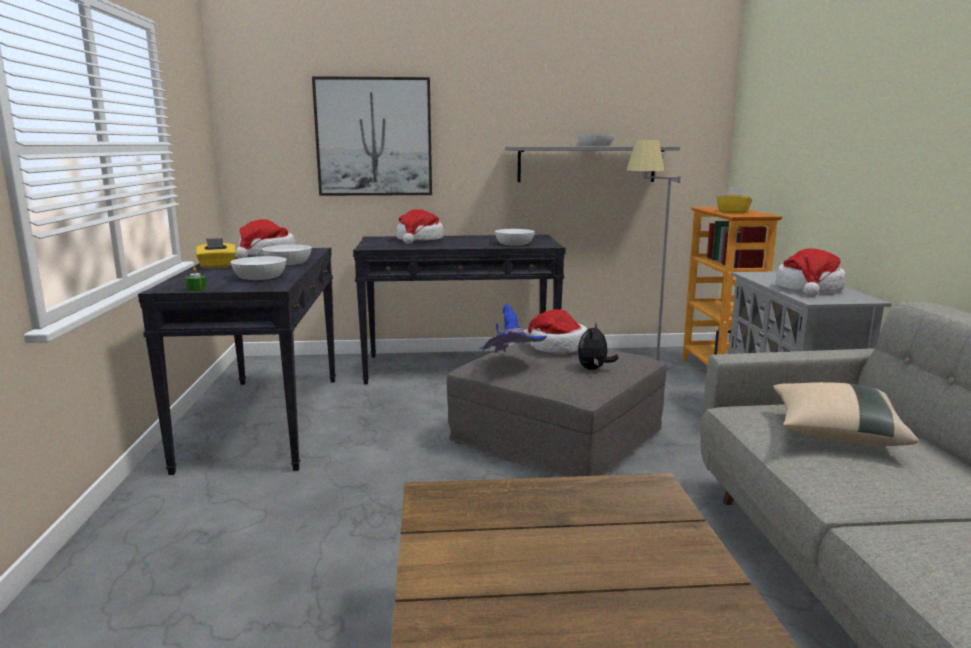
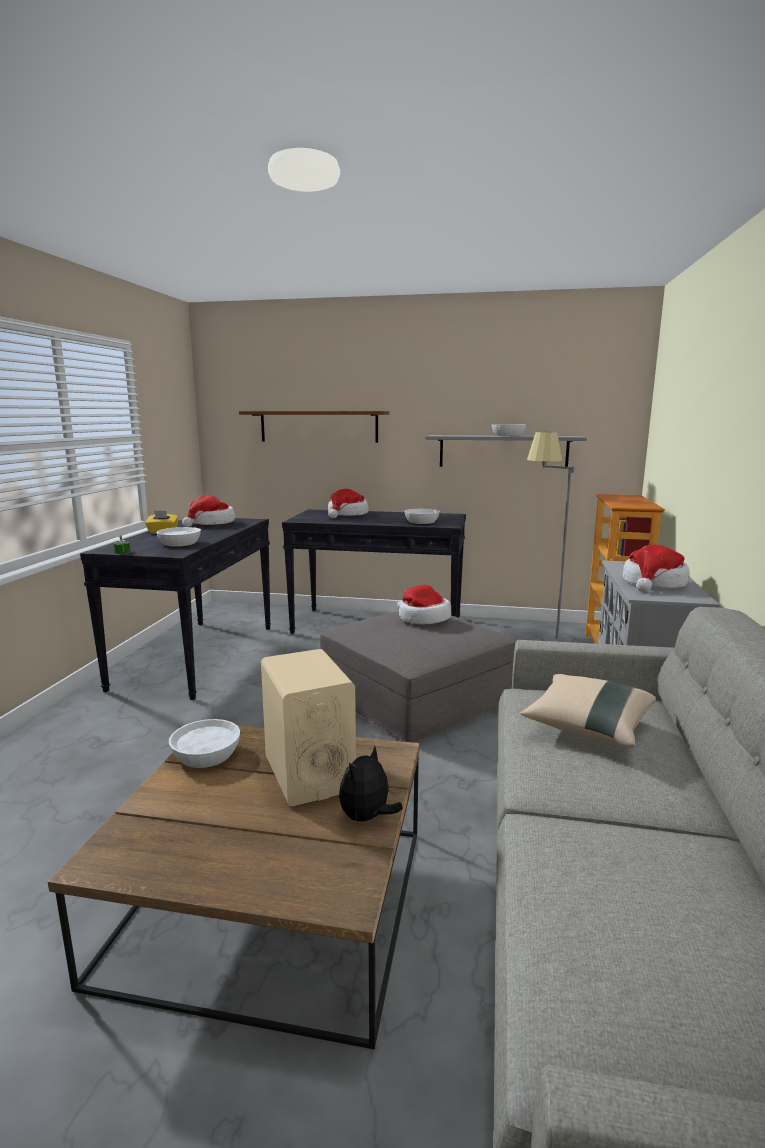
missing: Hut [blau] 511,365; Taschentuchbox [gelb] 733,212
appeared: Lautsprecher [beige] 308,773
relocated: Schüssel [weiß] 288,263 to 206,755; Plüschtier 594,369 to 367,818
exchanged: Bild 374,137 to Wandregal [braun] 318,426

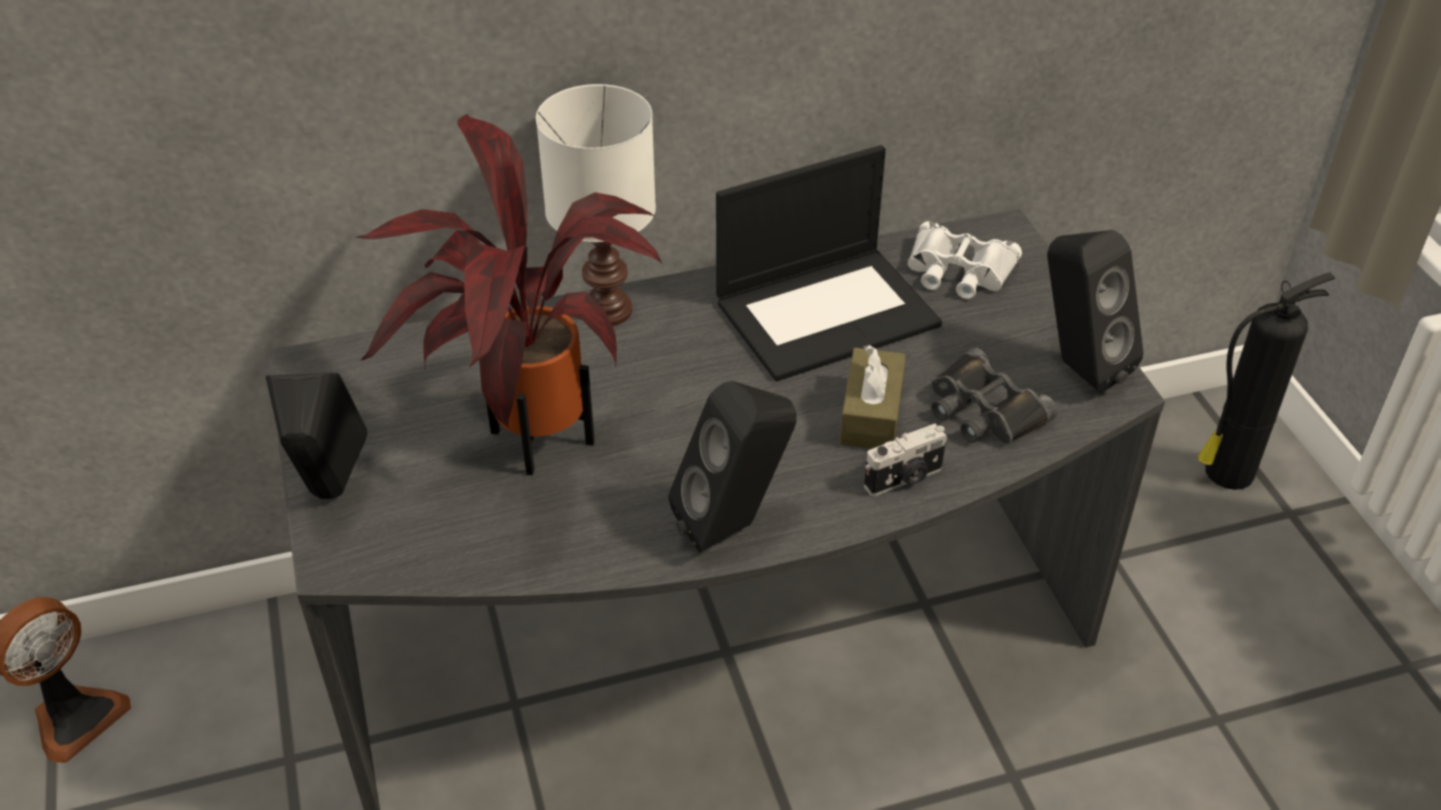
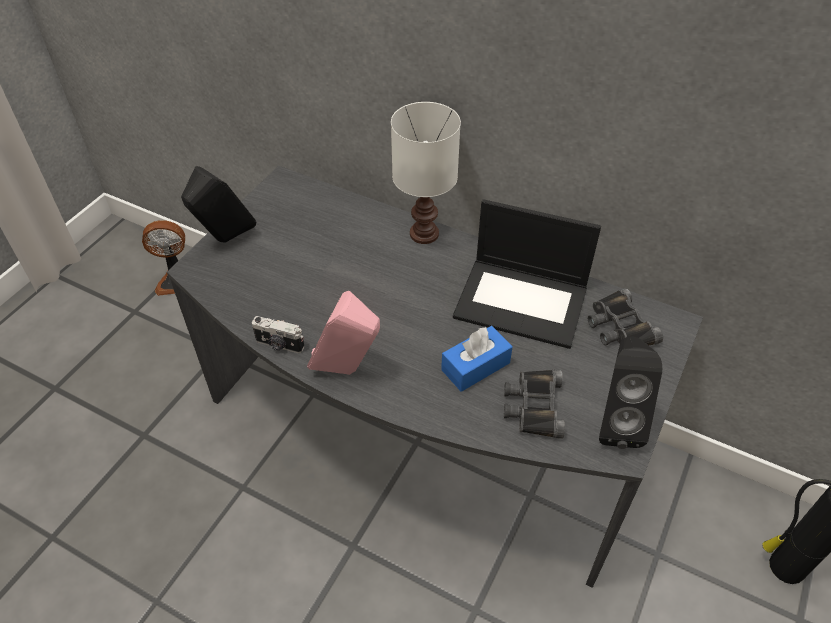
missing: Topfpflanze 530,438
relocated: Kamera 905,479 to 279,345
colour: Lautsprecher [schwarz] 734,525 to Lautsprecher [rosa] 347,370; Taschentuchbox [braun] 871,414 to Taschentuchbox [blau] 475,366; Fernglas [weiß] 958,271 to Fernglas [schwarz] 619,327

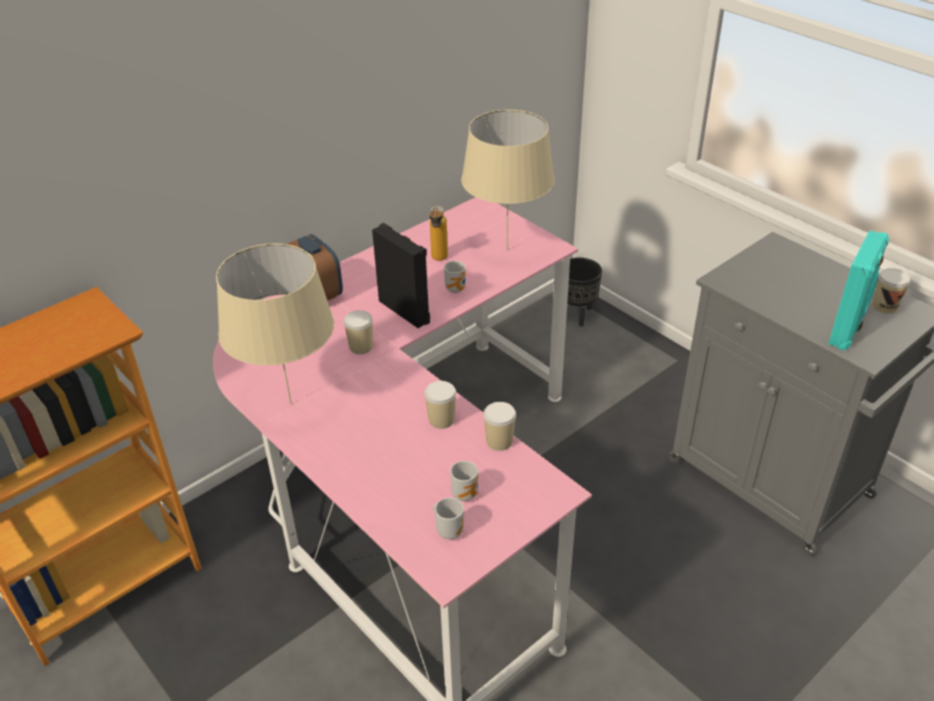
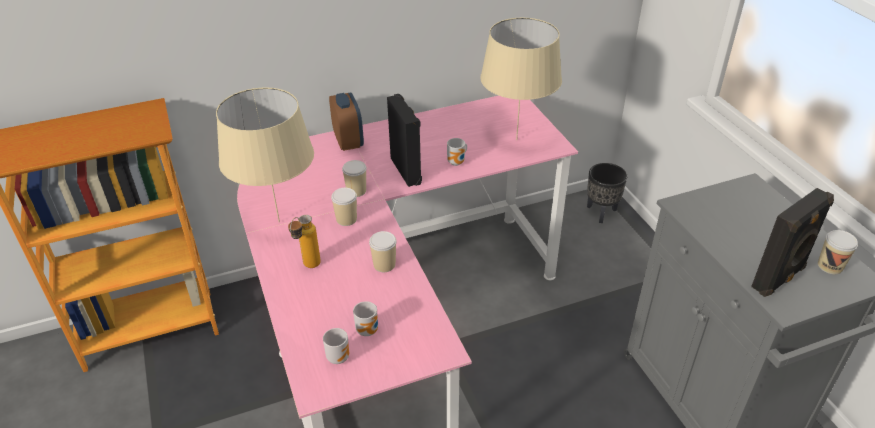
relocated: Flasche 438,260 to 308,267; Tasse 499,441 to 346,219
colour: Lautsprecher [türkis] 848,329 to Lautsprecher [schwarz] 779,278

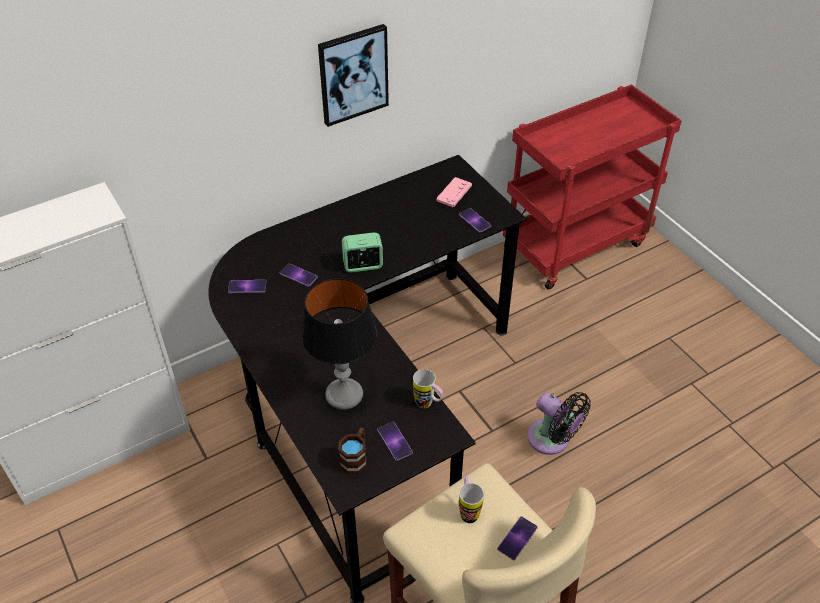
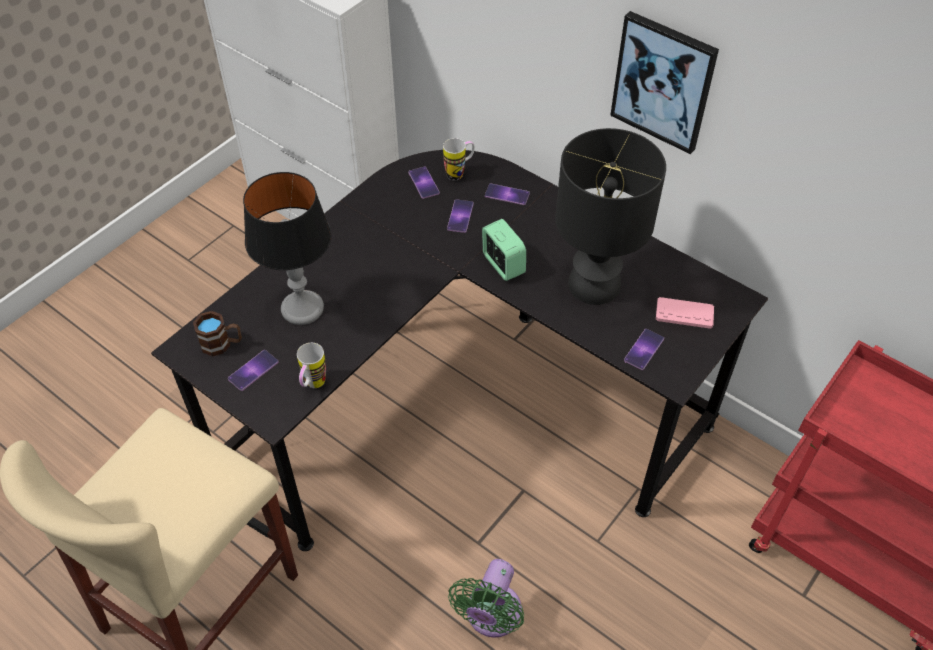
appeared: Tischlampe [schwarz] 594,283
relocated: Henkelbecher 468,510 to 459,173; Handy 517,538 to 507,194
colour: Ventilator [schwarz] 552,440 to Ventilator [grün] 491,616

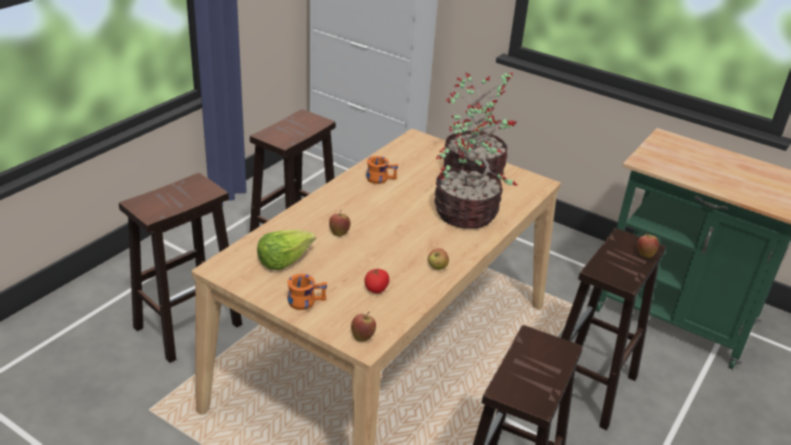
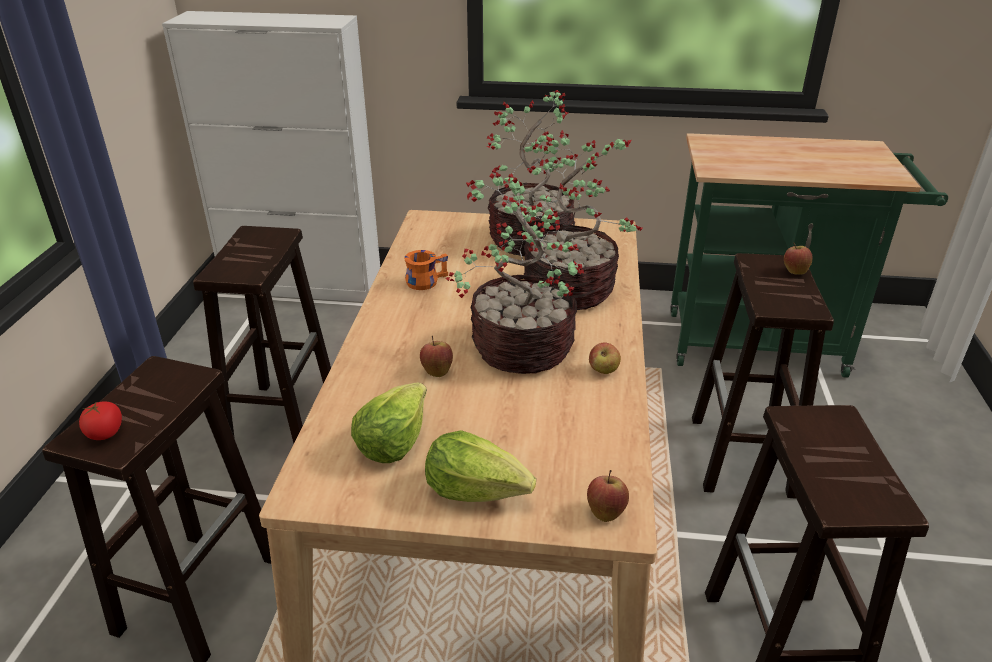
appeared: Topfpflanze 518,347
relocated: Tomate 376,289 to 105,433
exchanged: Henkelbecher [orange] 305,300 to Salatkopf 476,489

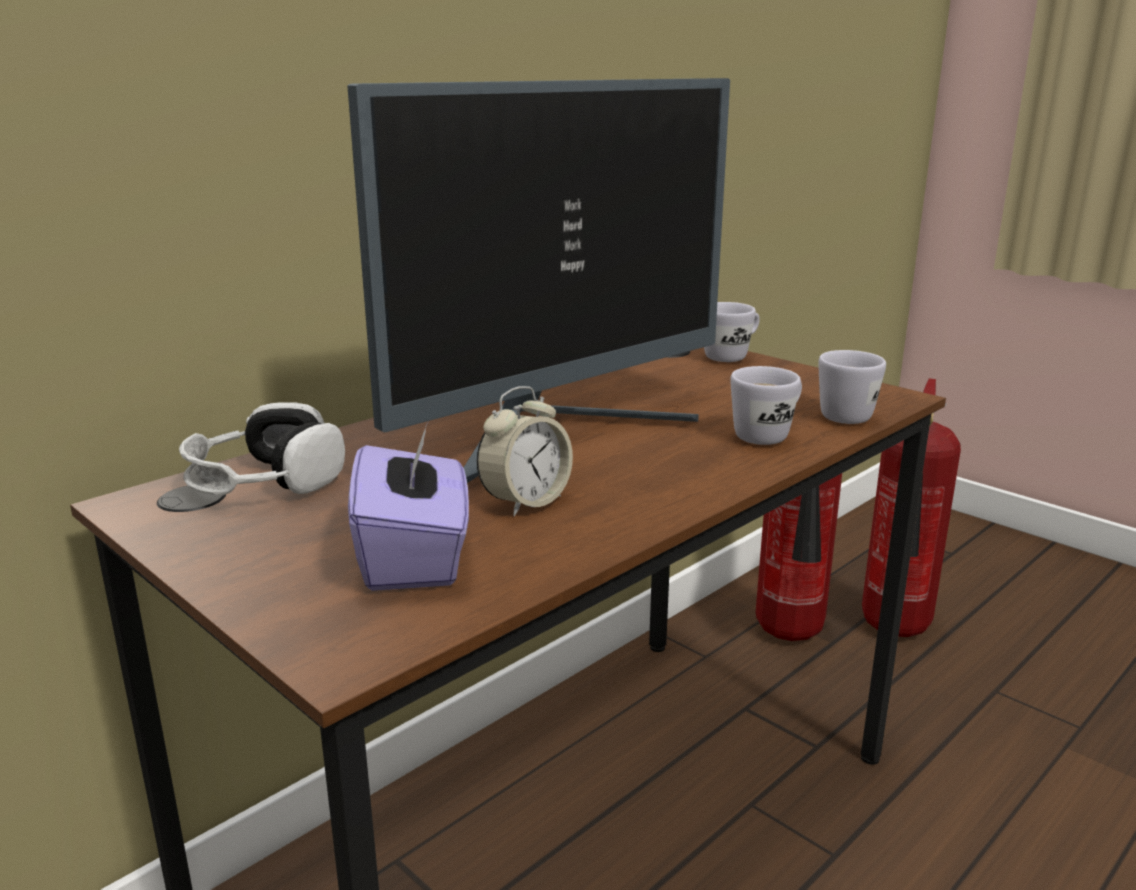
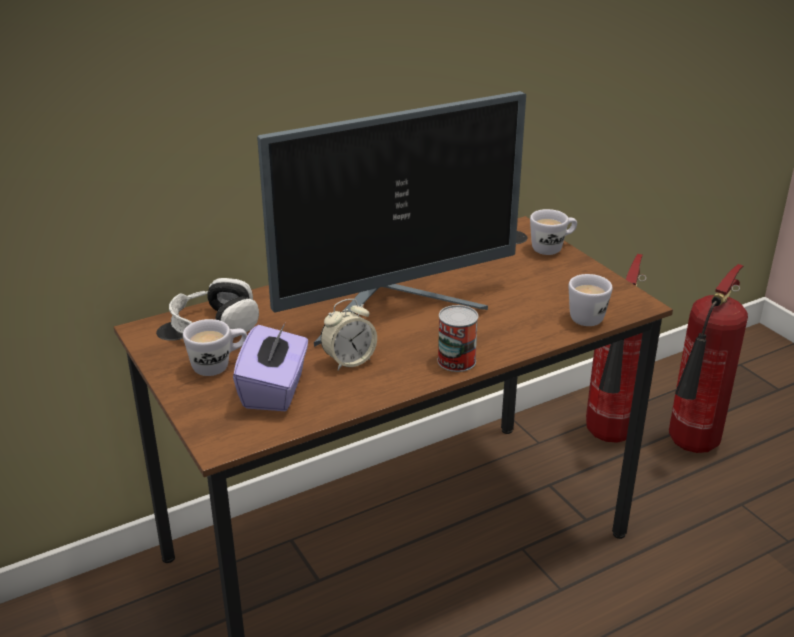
appeared: Dose 456,361
relocated: Henkelbecher [weiß] 768,435 to 219,365

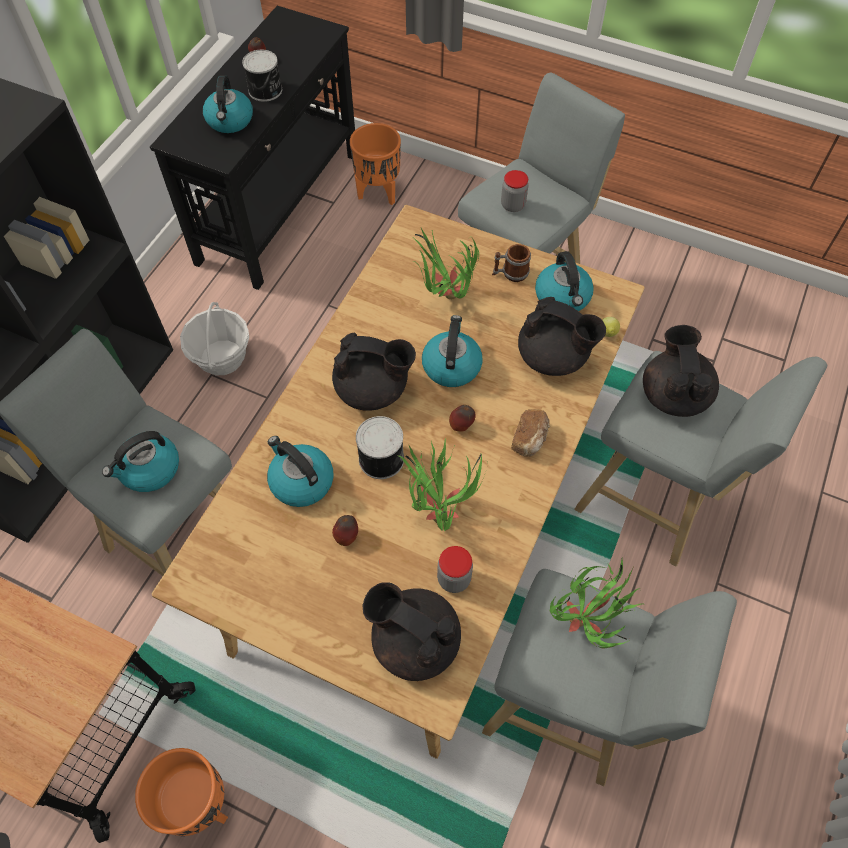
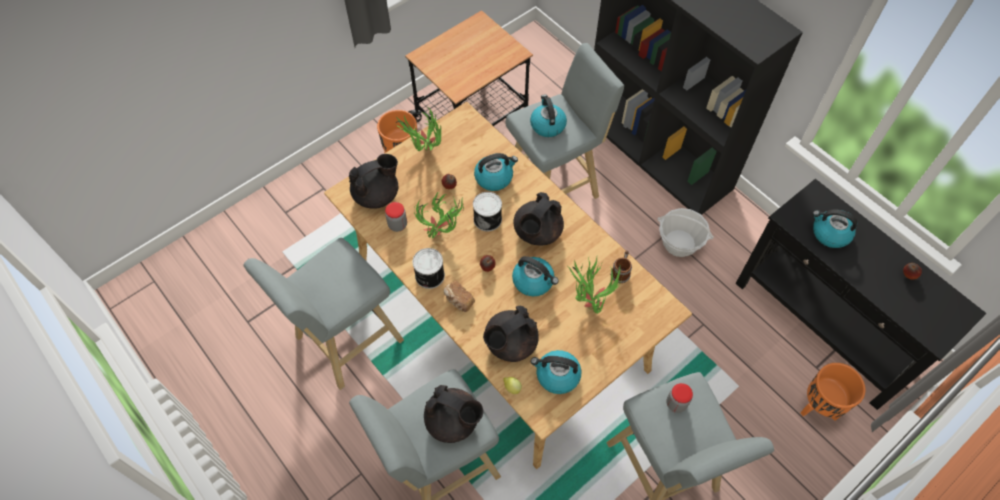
relocated: Dose 266,90 to 429,276; Henkelbecher 510,273 to 621,272; Topfpflanze 588,622 to 425,152

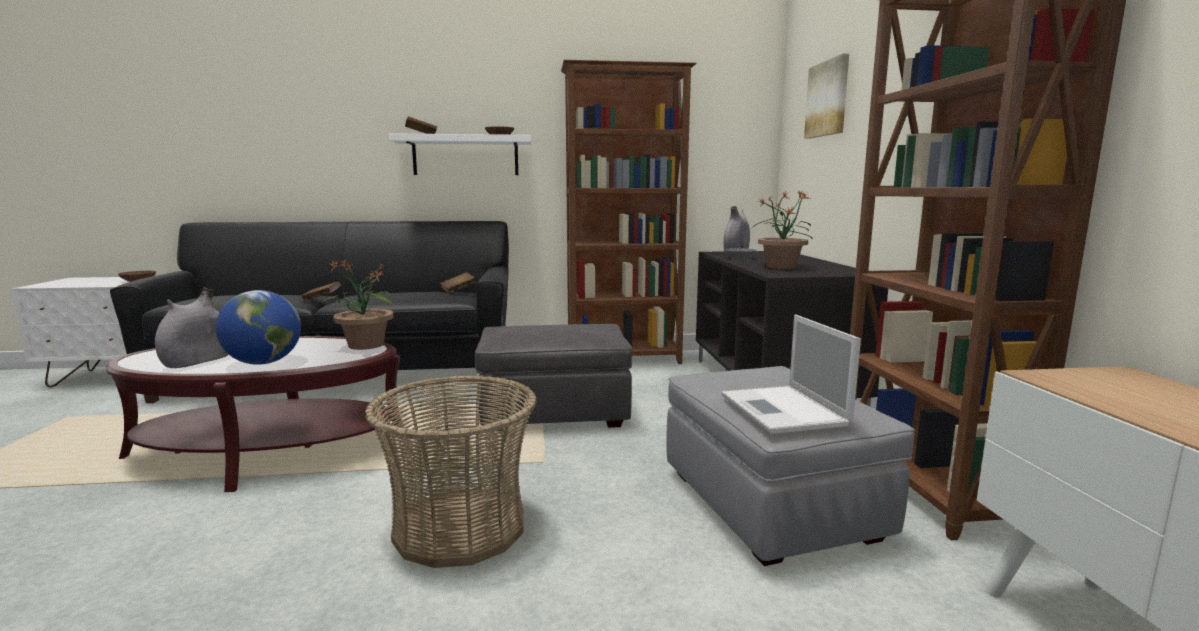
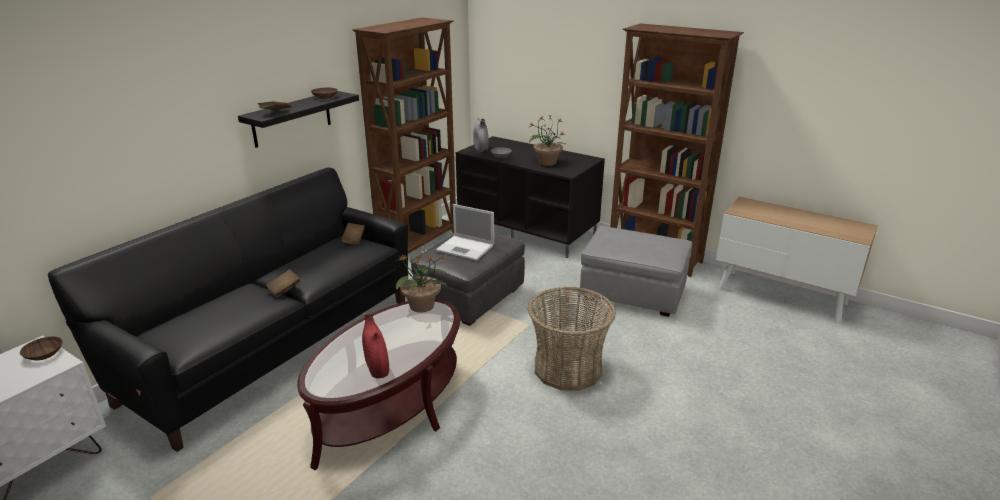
missing: Globus 263,363; Bild 828,99
relocated: Laptop 784,410 to 466,248
colour: Vase [grau] 197,361 to Vase [rot] 376,366; Wandregal [weiß] 465,156 to Wandregal [schwarz] 292,118

